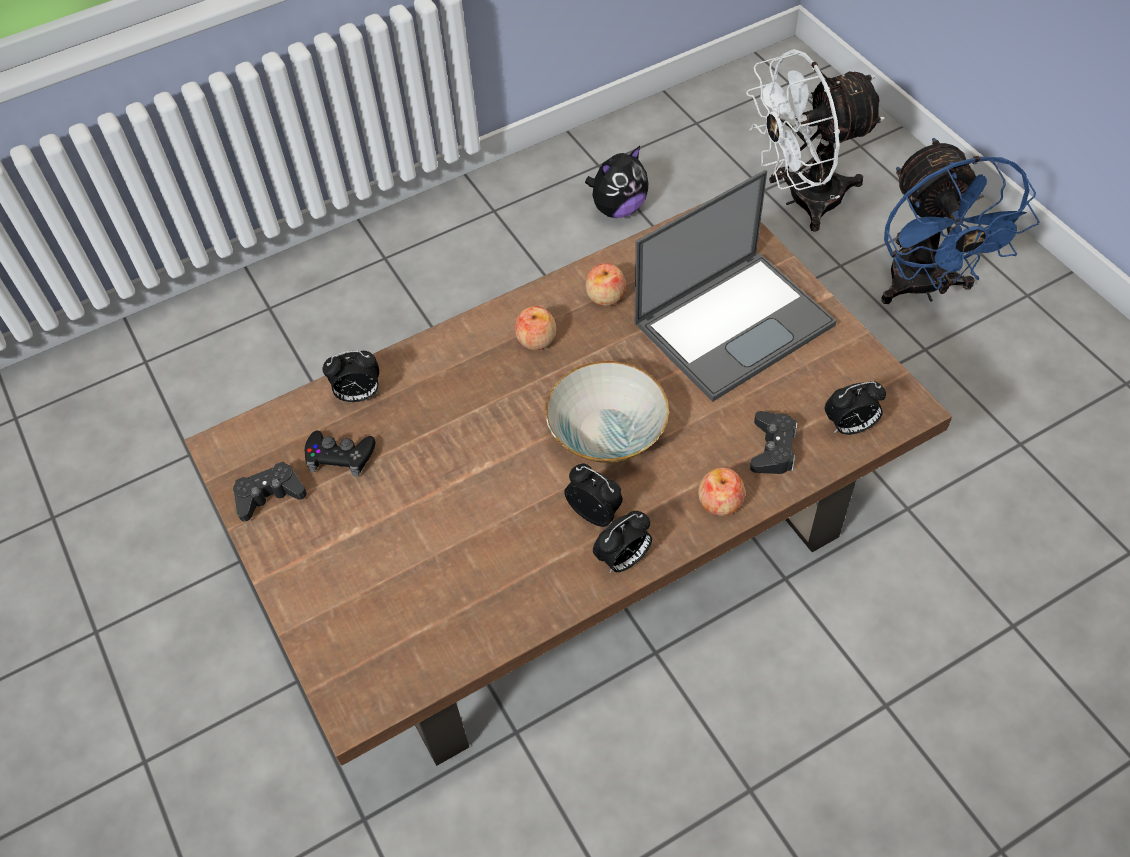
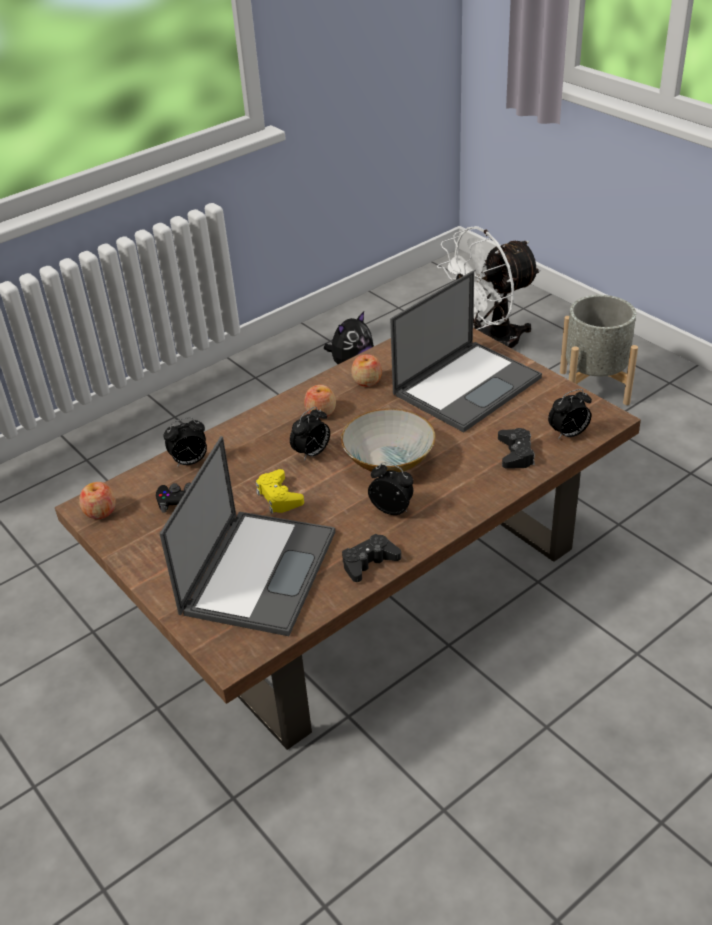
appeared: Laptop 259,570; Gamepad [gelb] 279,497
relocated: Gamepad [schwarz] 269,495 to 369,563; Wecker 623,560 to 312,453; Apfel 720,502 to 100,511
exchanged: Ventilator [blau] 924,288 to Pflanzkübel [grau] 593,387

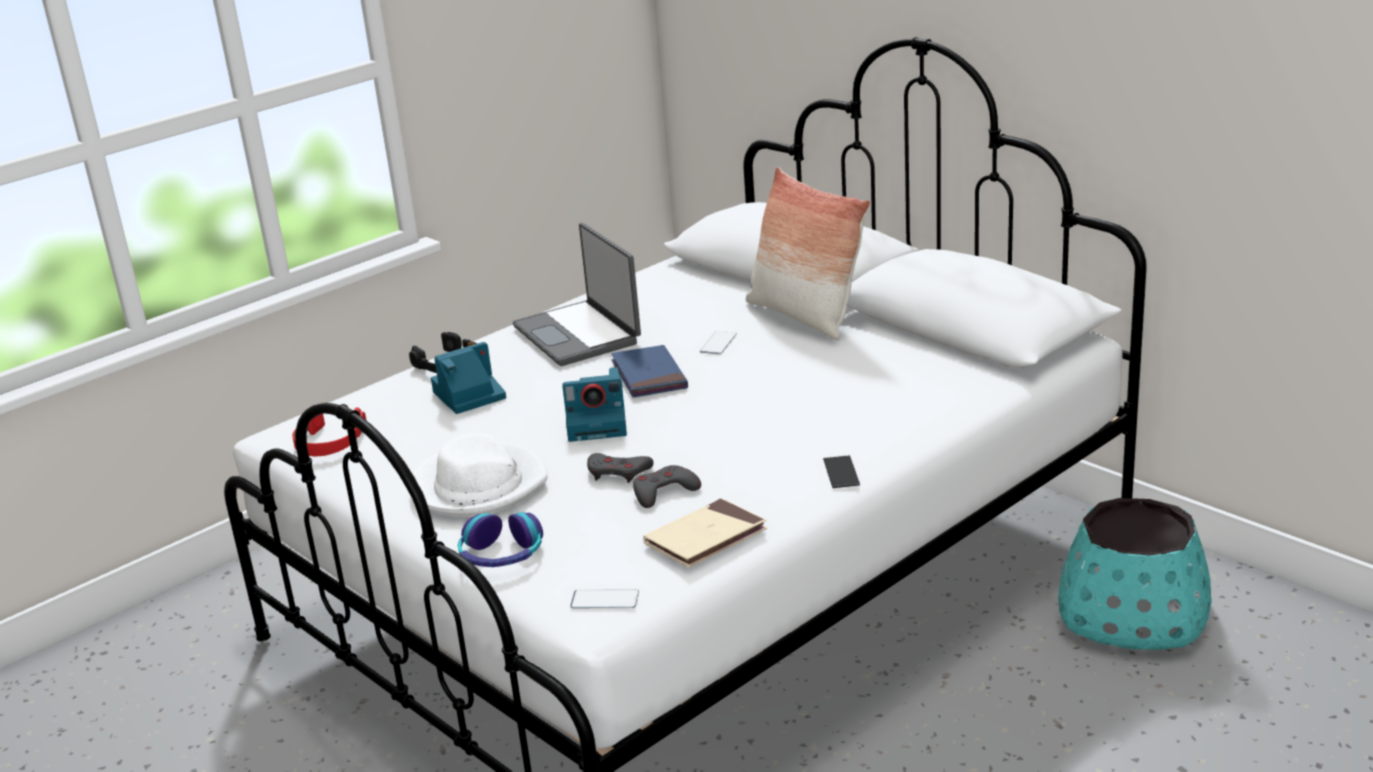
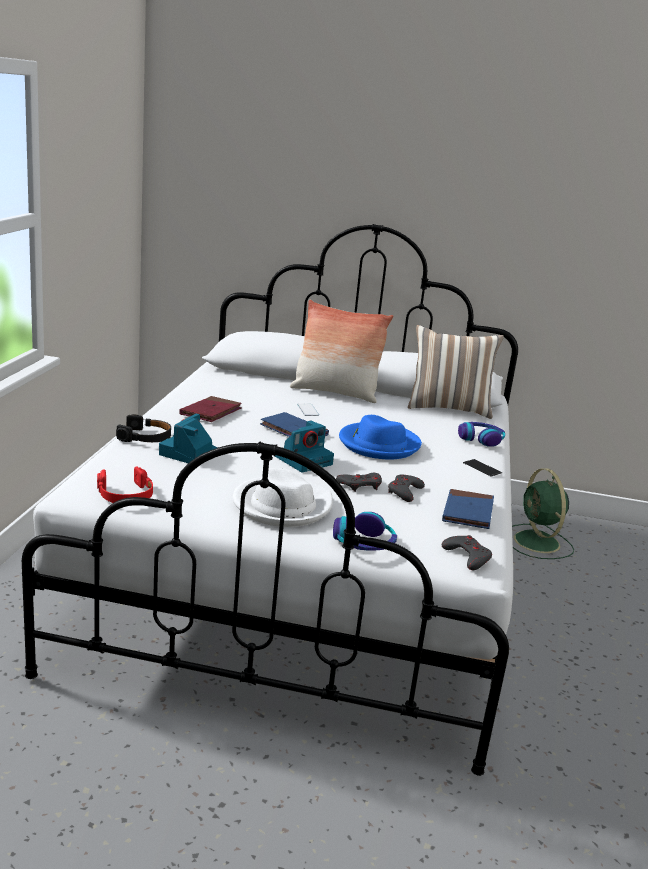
appeared: Hut [blau] 379,444; Kissen 448,408; Kopfhörer 481,439
exchanged: Laptop 579,334 to Buch [rot] 211,412; Handy 604,600 to Gamepad [grau] 467,556; Pflanzkübel [türkis] 1133,614 to Ventilator [grün] 537,543
colour: Buch [beige] 705,538 to Buch [blau] 468,512

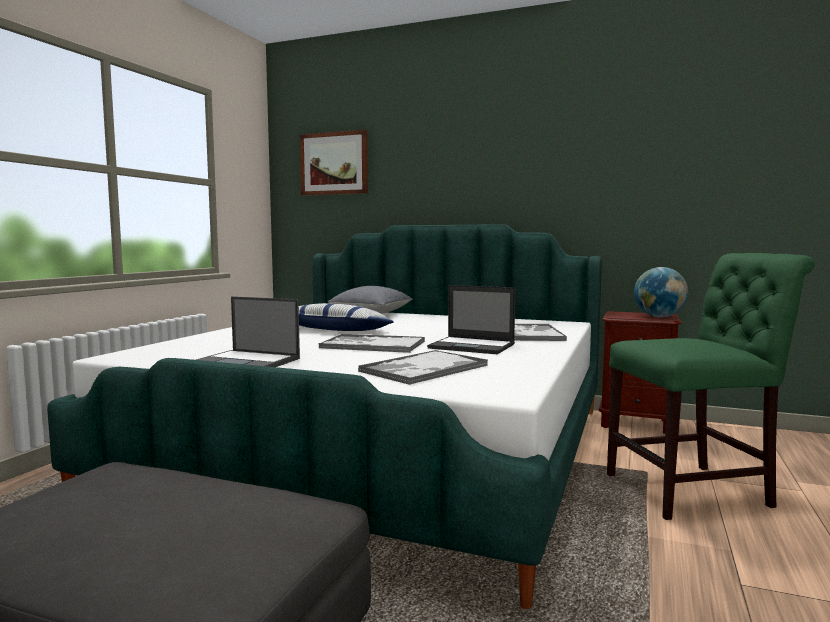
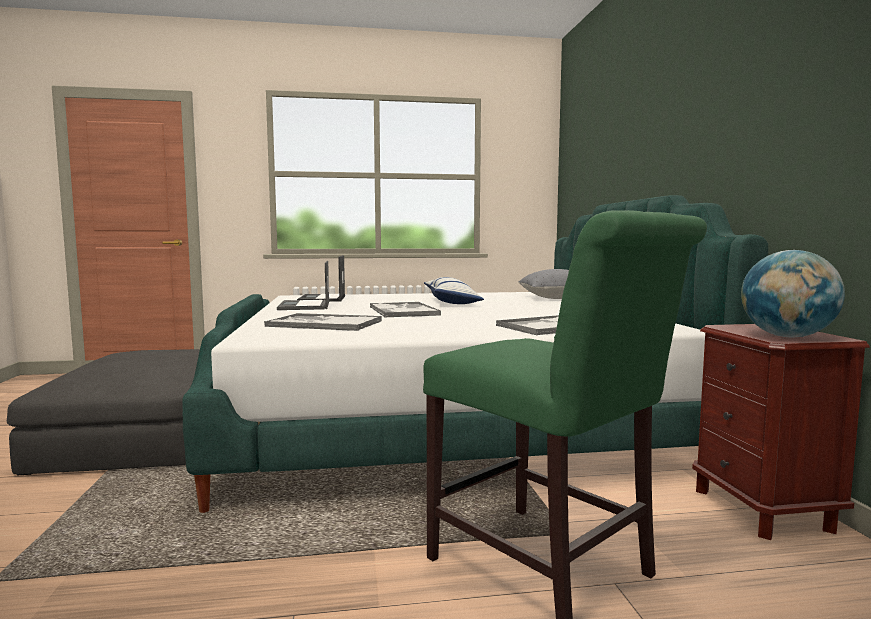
missing: Bild 334,163
relocated: Laptop 473,346 to 322,298

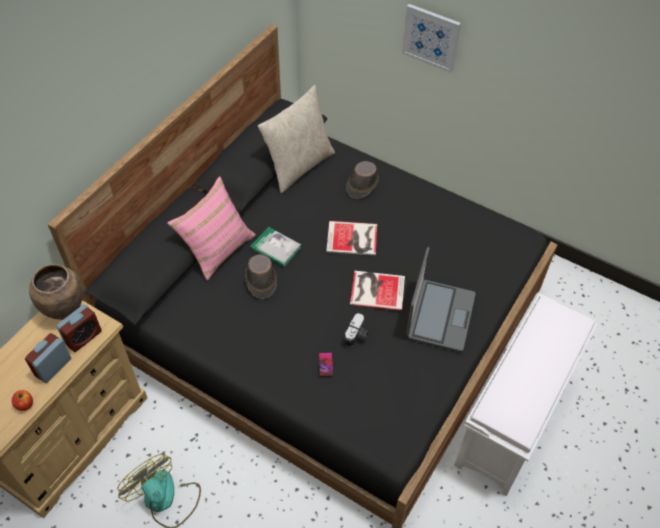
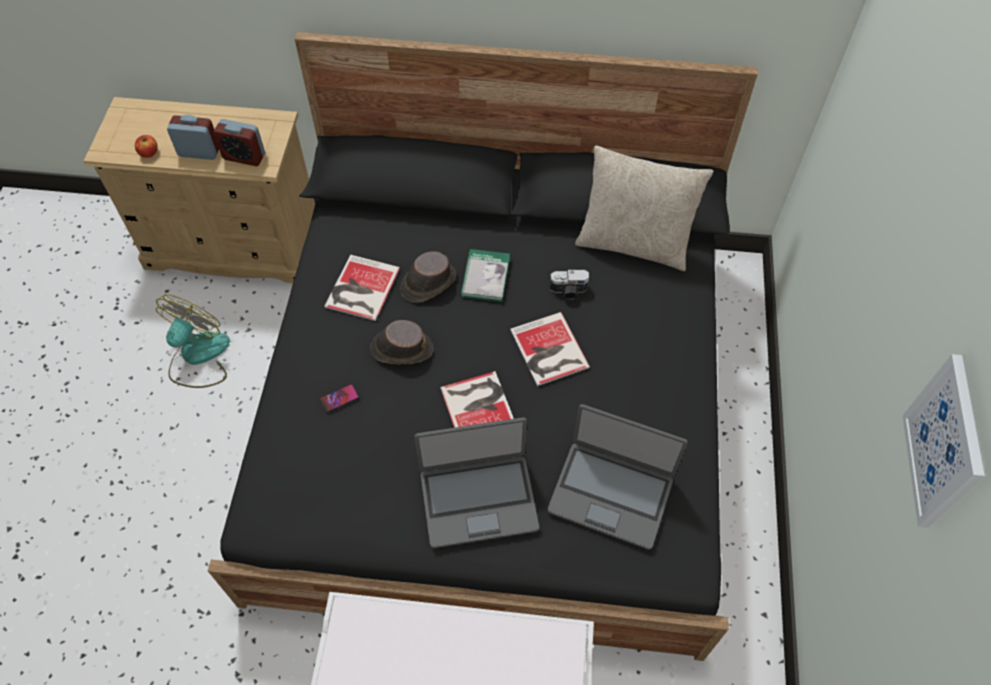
missing: Vase [braun] 65,309; Kissen [rosa] 217,248
appeared: Buch 360,289; Laptop 611,493
relocated: Kamera 357,336 to 568,292; Hut [braun] 362,185 to 401,349; Bild 431,37 to 944,443

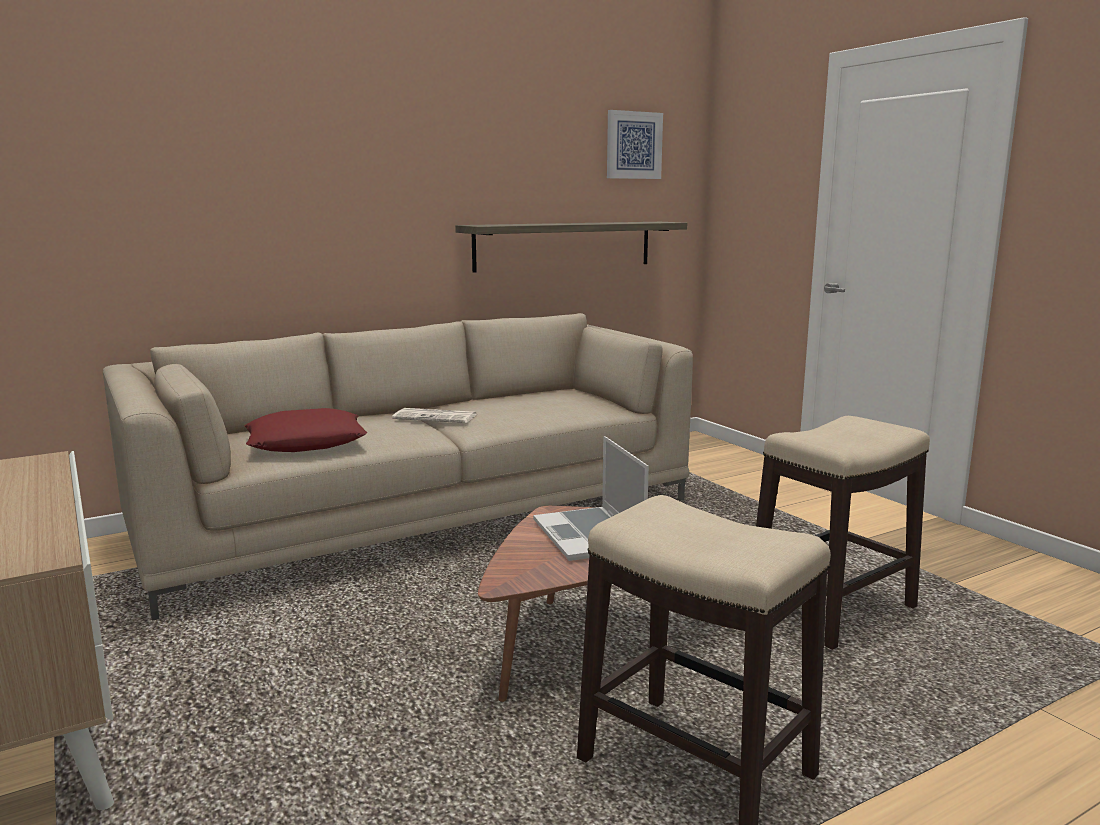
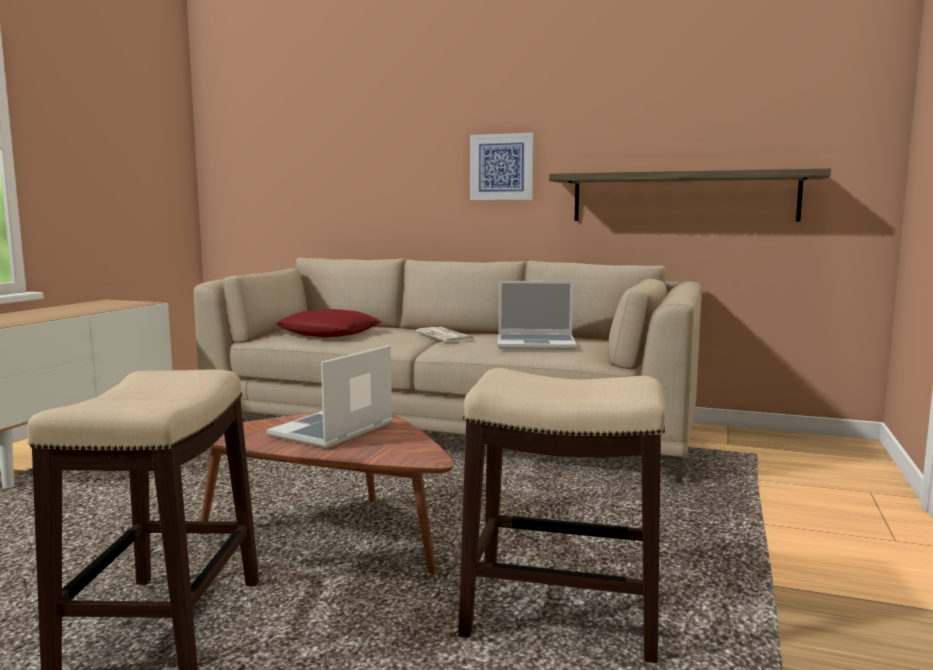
appeared: Laptop 537,344
relocated: Bild 633,145 to 501,167

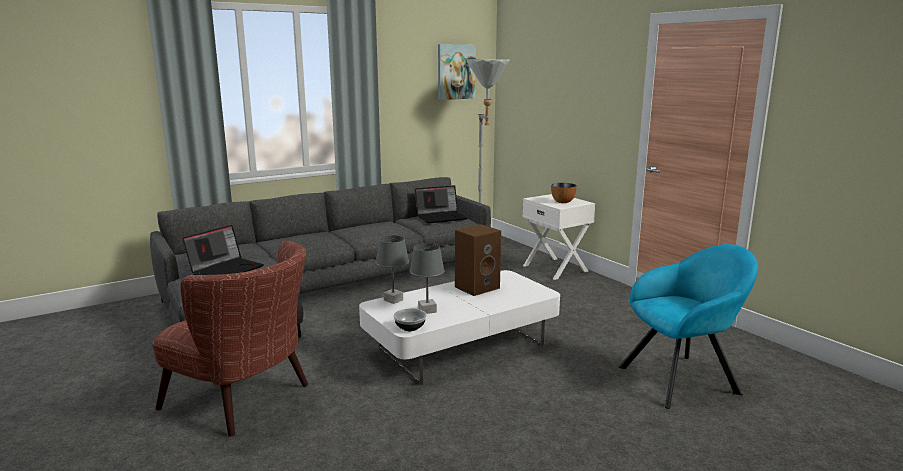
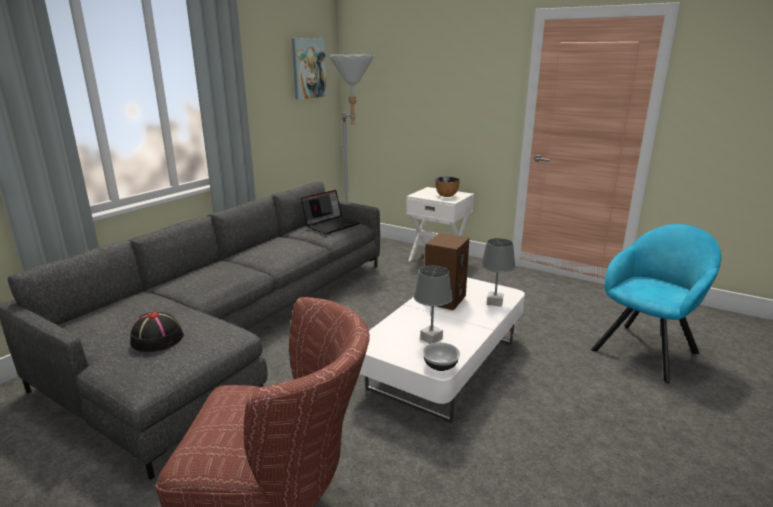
relocated: Tischlampe [grau] 393,300 to 494,303
exchanged: Laptop 226,269 to Hut [schwarz] 157,339

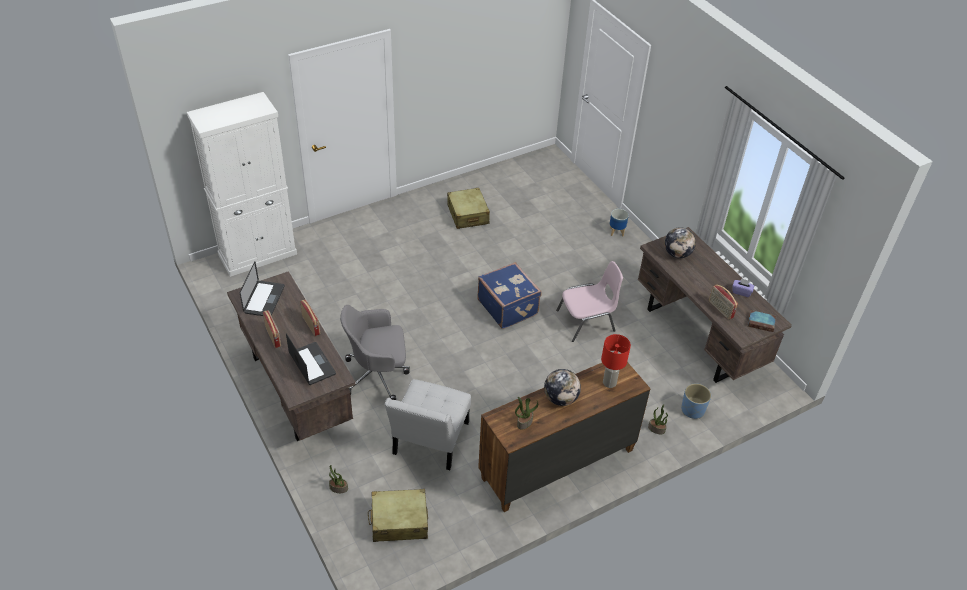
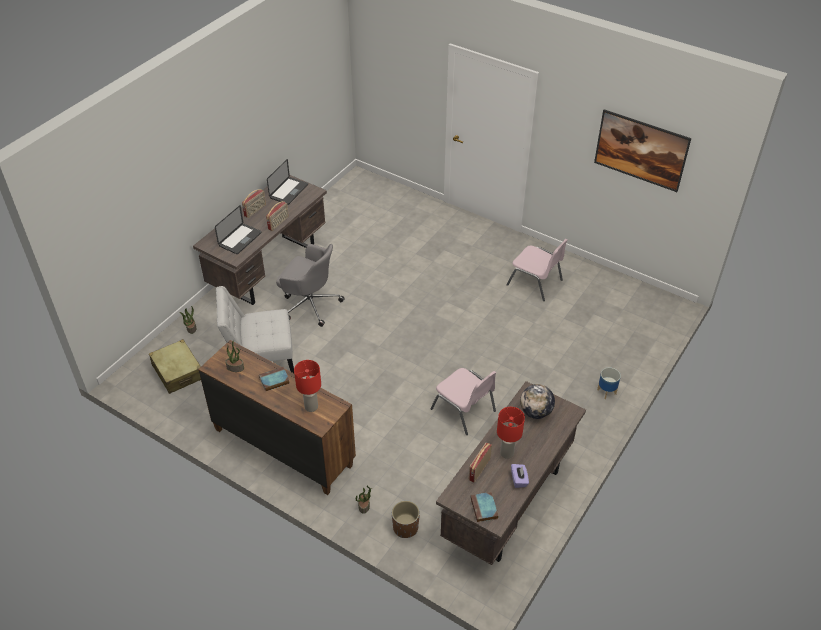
missing: Schrank [weiß] 258,254; Koffer [blau] 508,307
appeared: Tischlampe [rot] 506,453; Bild 638,163
exchanged: Koffer [beige] 467,215 to Stuhl [rosa] 535,282; Globus 560,398 to Buch 274,381
colour: Pflanzkübel [blau] 693,410 to Pflanzkübel [braun] 406,528
spun: Laptop 264,299 = 289,191 45 degrees counterclockwise; Bürostuhl [grau] 377,375 = 310,304 150 degrees clockwise

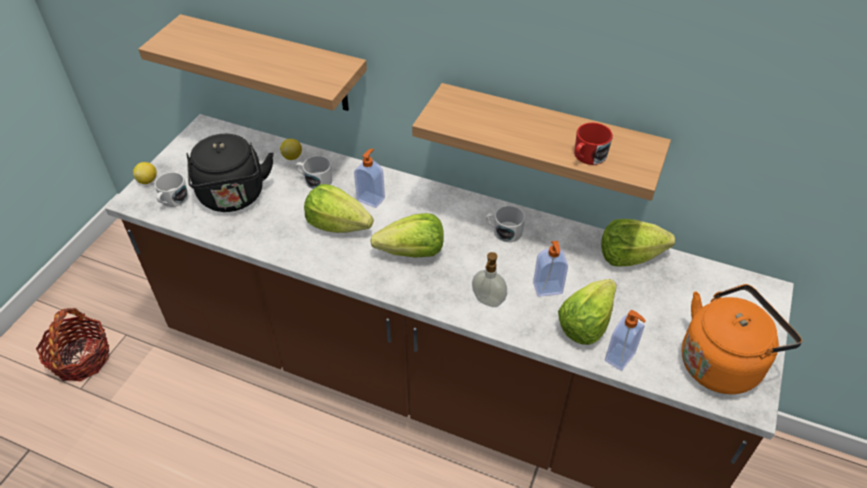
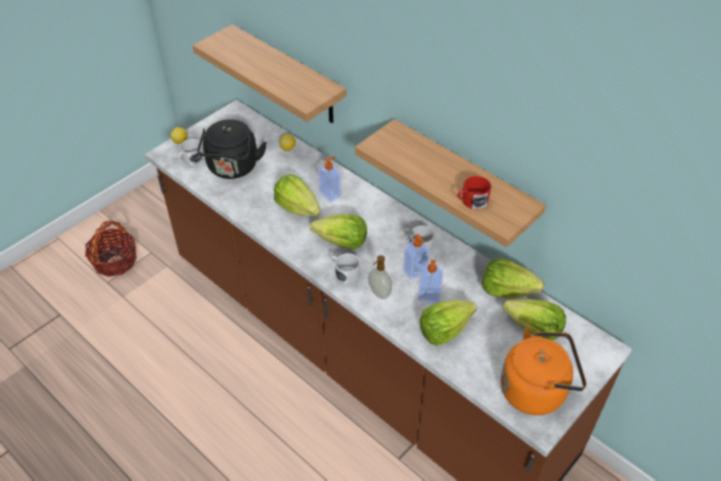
appeared: Salatkopf 533,329
relocated: Henkelbecher [weiß] 315,180 to 344,273; Seifenspender 620,358 to 415,272

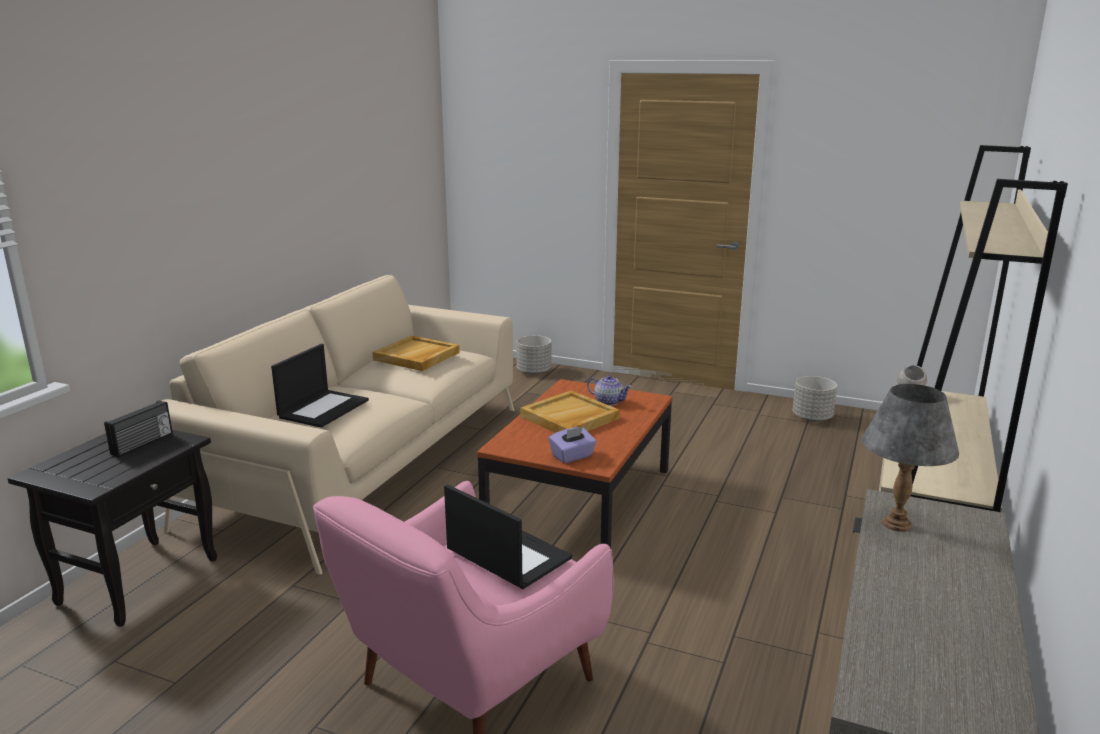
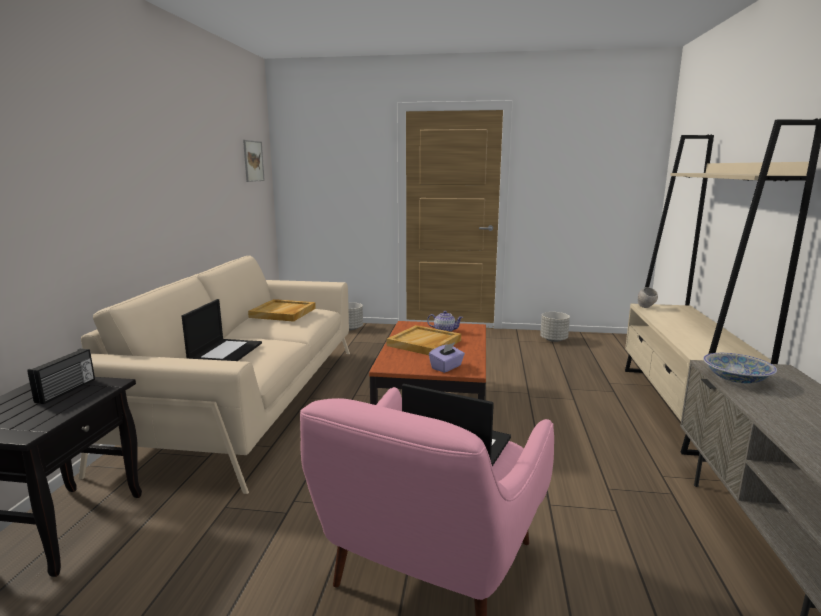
appeared: Bild 253,161
exchanged: Tischlampe [grau] 897,524 to Schüssel 736,379

